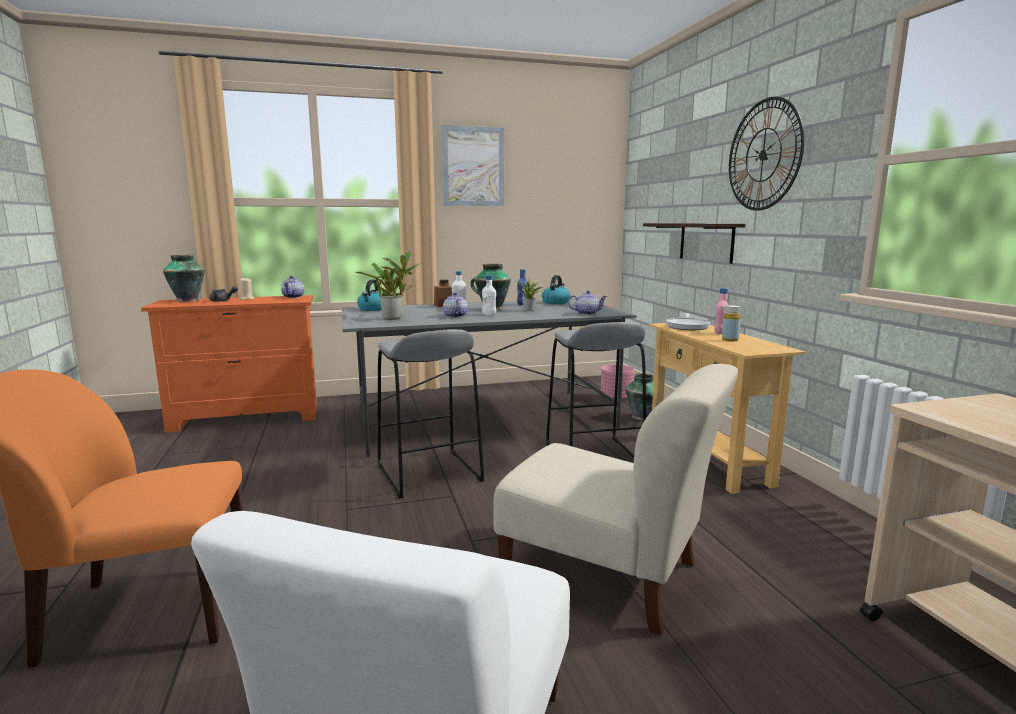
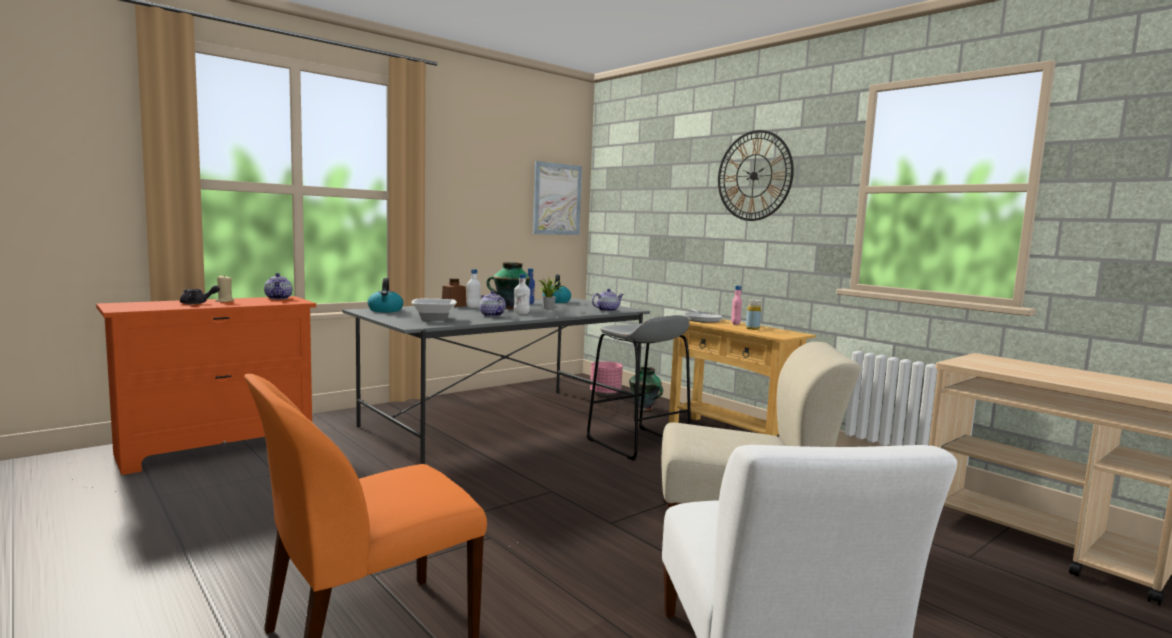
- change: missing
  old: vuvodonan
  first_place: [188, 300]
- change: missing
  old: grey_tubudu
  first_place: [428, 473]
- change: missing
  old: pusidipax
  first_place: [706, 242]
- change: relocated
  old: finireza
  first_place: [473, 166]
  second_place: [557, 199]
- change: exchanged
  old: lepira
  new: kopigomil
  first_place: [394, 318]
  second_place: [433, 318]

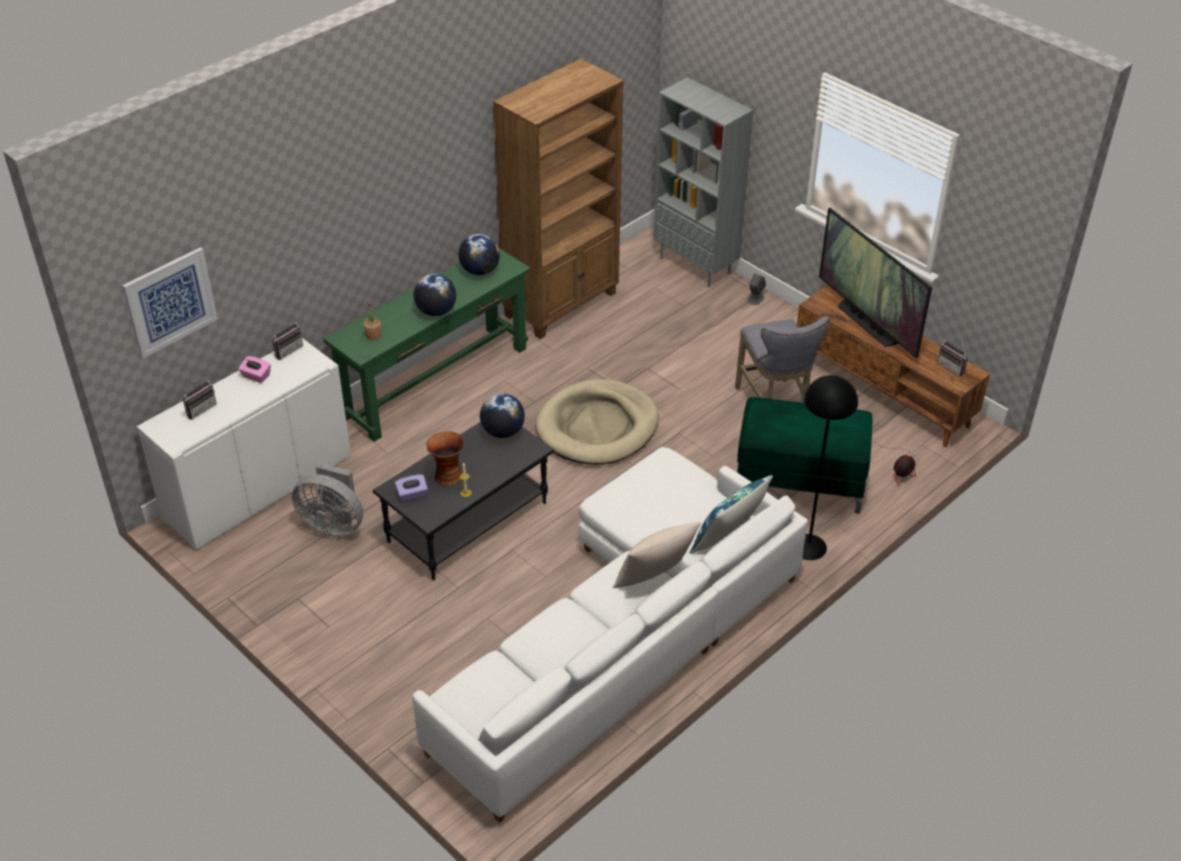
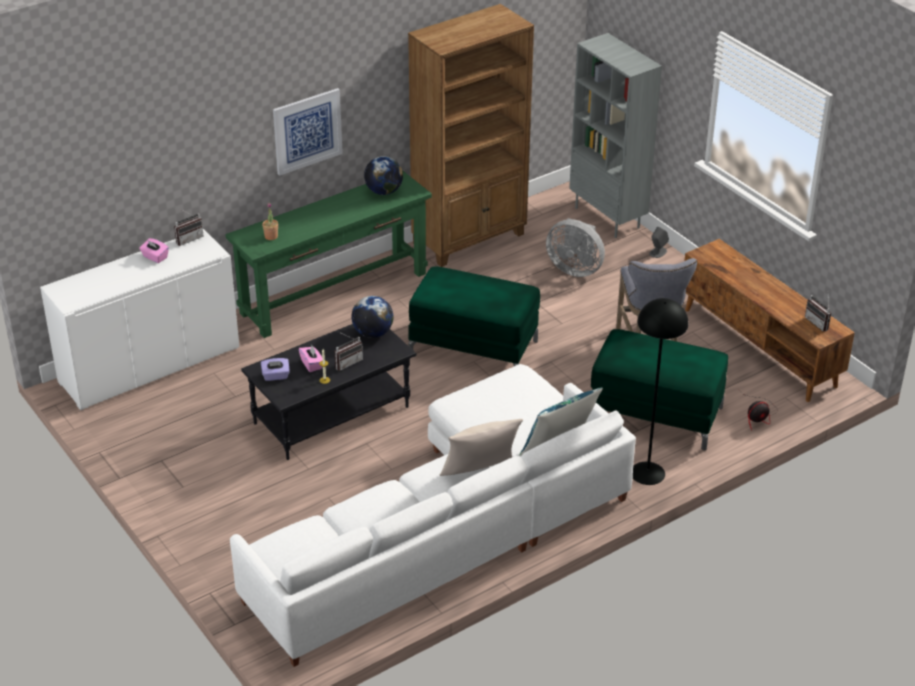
- change: missing
  old: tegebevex
  first_place: [436, 311]
- change: missing
  old: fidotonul
  first_place: [867, 323]
- change: relocated
  old: finireza
  first_place: [170, 302]
  second_place: [307, 131]
- change: relocated
  old: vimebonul
  first_place: [200, 408]
  second_place: [347, 362]
- change: relocated
  old: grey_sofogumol
  first_place: [333, 523]
  second_place: [575, 268]
- change: exchanged
  old: vuvodonan
  new: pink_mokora
  first_place: [447, 476]
  second_place: [312, 364]
- change: exchanged
  old: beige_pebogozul
  new: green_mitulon
  first_place: [597, 427]
  second_place: [474, 348]

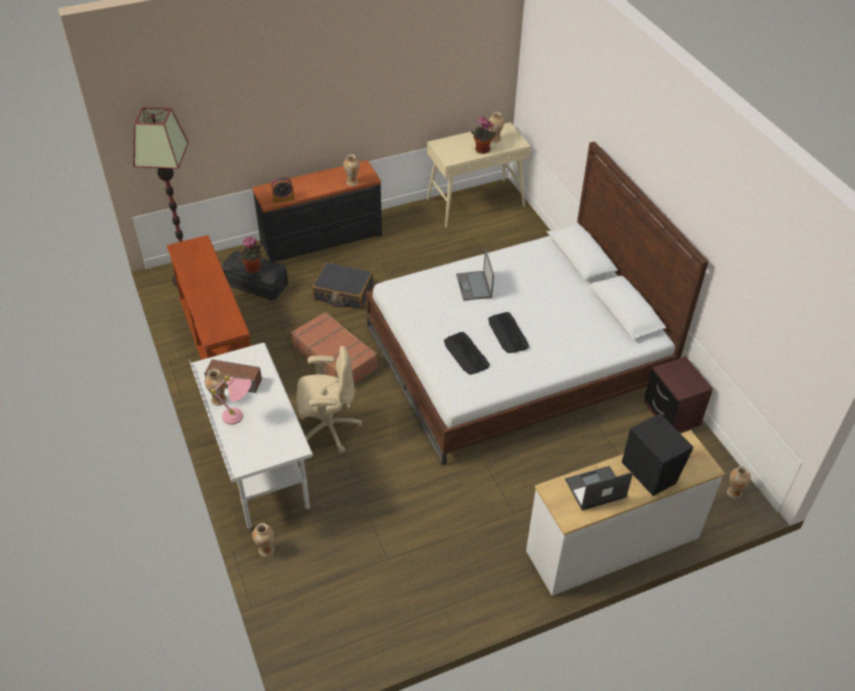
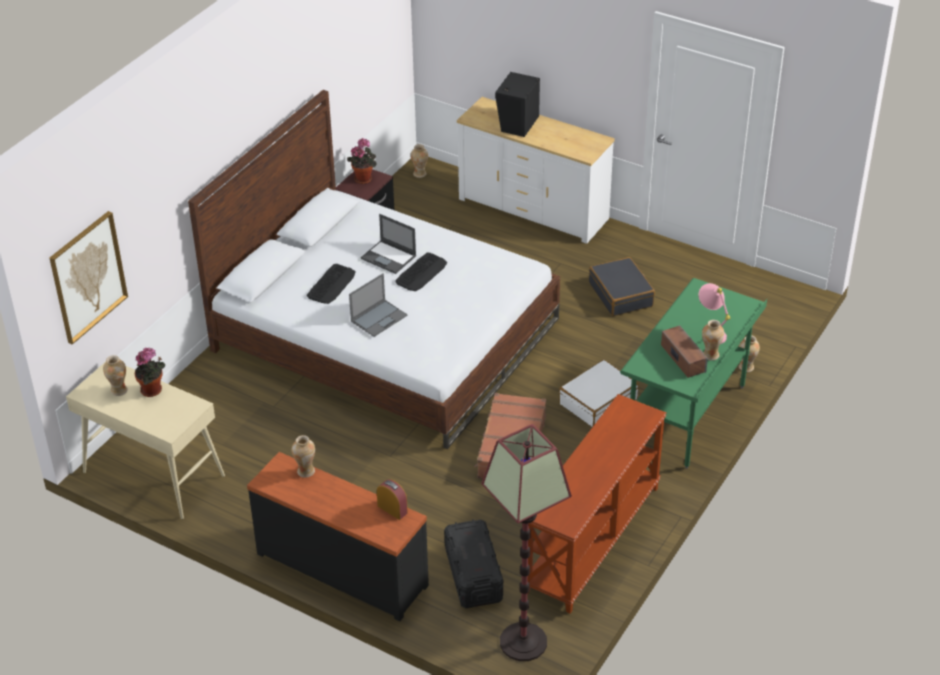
- change: appeared
  new: finireza
  second_place: [88, 277]
- change: relocated
  old: lepira
  first_place: [253, 269]
  second_place: [364, 178]
- change: relocated
  old: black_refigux
  first_place: [343, 292]
  second_place: [621, 294]
- change: relocated
  old: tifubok
  first_place: [466, 354]
  second_place: [331, 284]
- change: relocated
  old: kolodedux
  first_place: [595, 489]
  second_place: [389, 257]
- change: exchanged
  old: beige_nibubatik
  new: white_refigux
  first_place: [328, 429]
  second_place: [598, 402]
- change: colour
  old: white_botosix
  new: green_botosix
  first_place: [260, 471]
  second_place: [687, 416]

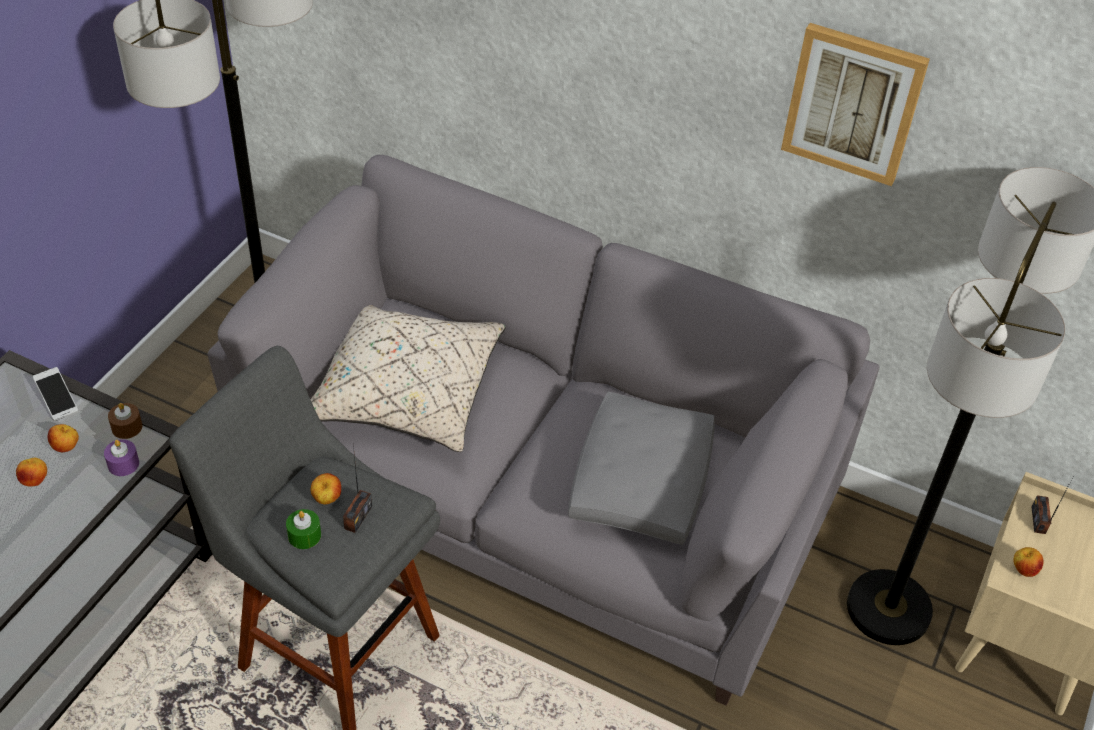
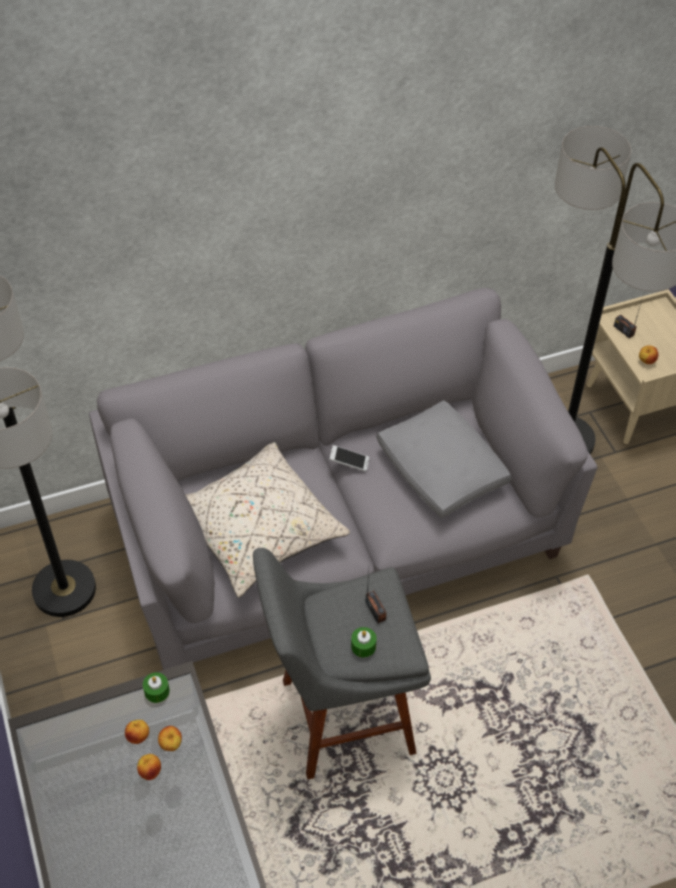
- change: missing
  old: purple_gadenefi
  first_place: [123, 464]
- change: missing
  old: finireza
  first_place: [853, 103]
- change: relocated
  old: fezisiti
  first_place: [57, 399]
  second_place: [349, 462]
- change: relocated
  old: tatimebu
  first_place: [327, 499]
  second_place: [171, 744]
- change: colour
  old: brown_gadenefi
  new: green_gadenefi
  first_place: [127, 427]
  second_place: [157, 691]

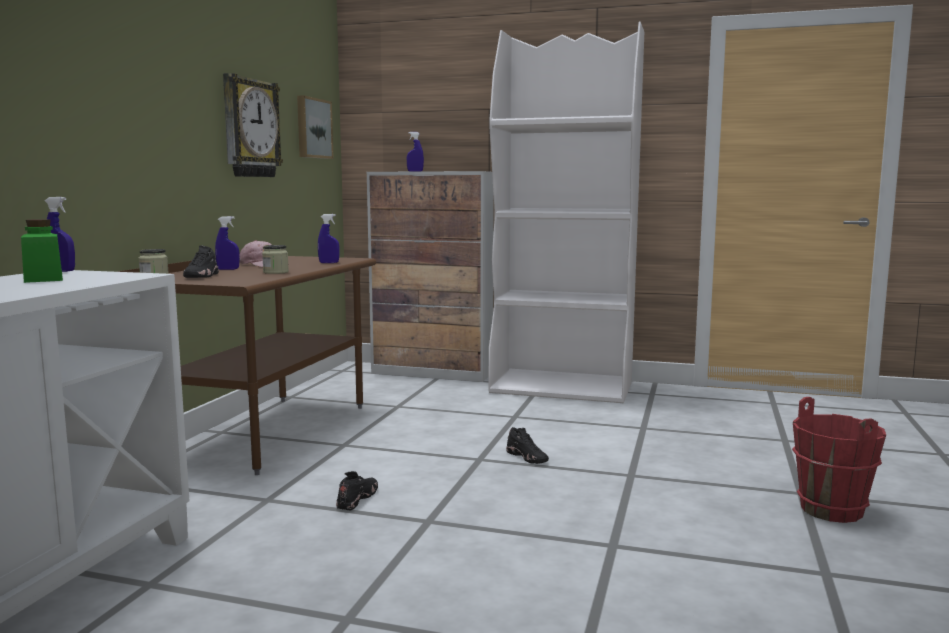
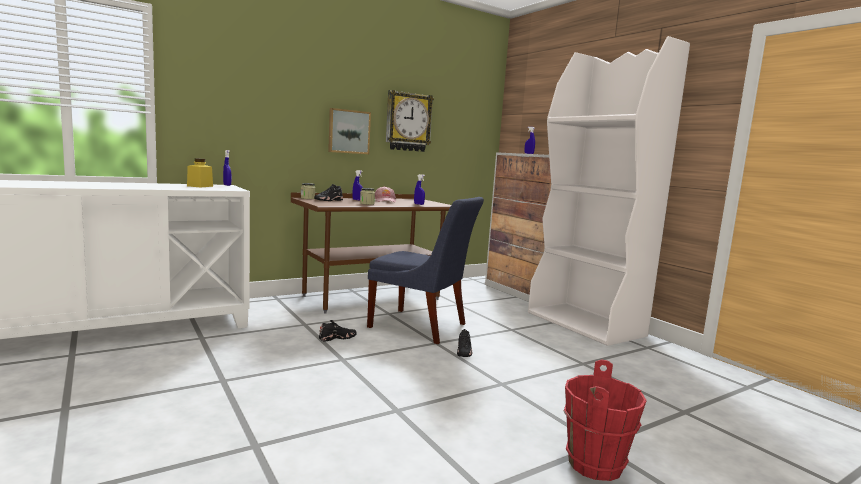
- change: appeared
  new: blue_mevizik
  second_place: [421, 327]
- change: relocated
  old: finireza
  first_place: [312, 128]
  second_place: [348, 131]
- change: colour
  old: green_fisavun
  new: yellow_fisavun
  first_place: [43, 279]
  second_place: [200, 186]

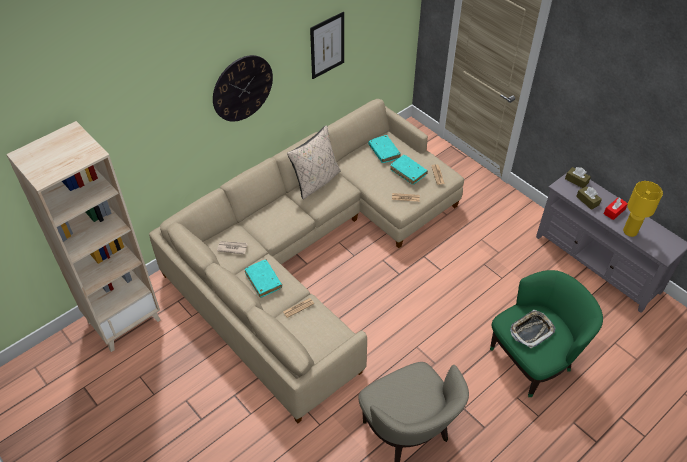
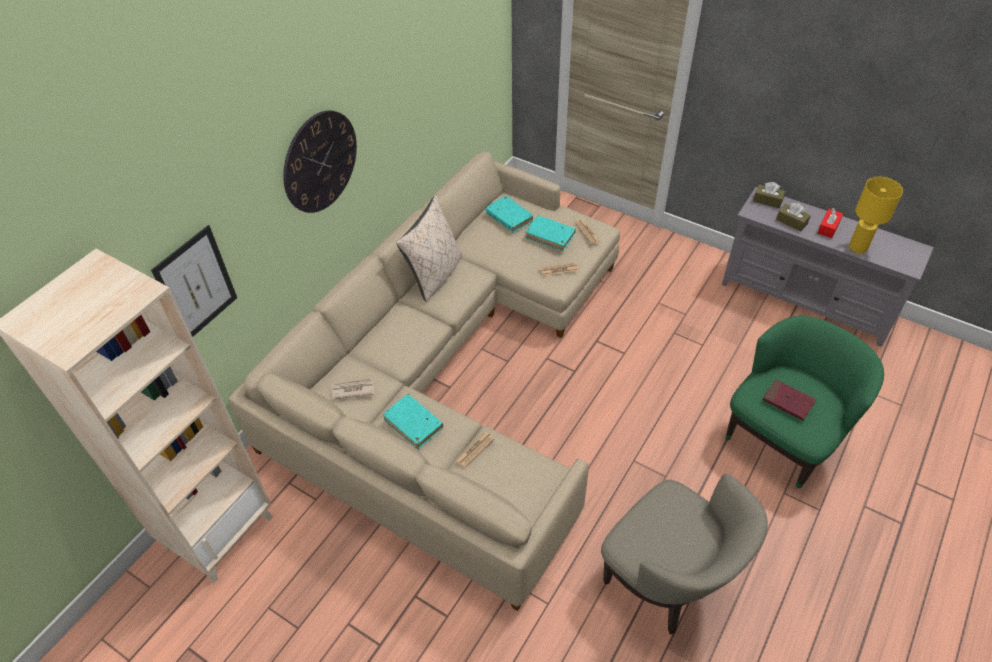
- change: relocated
  old: finireza
  first_place: [327, 45]
  second_place: [196, 284]
- change: exchanged
  old: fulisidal
  new: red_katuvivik
  first_place: [531, 330]
  second_place: [788, 401]

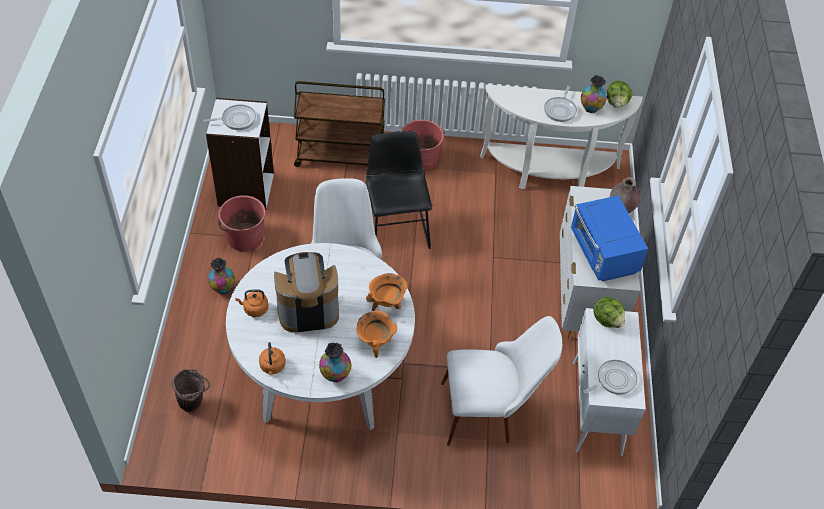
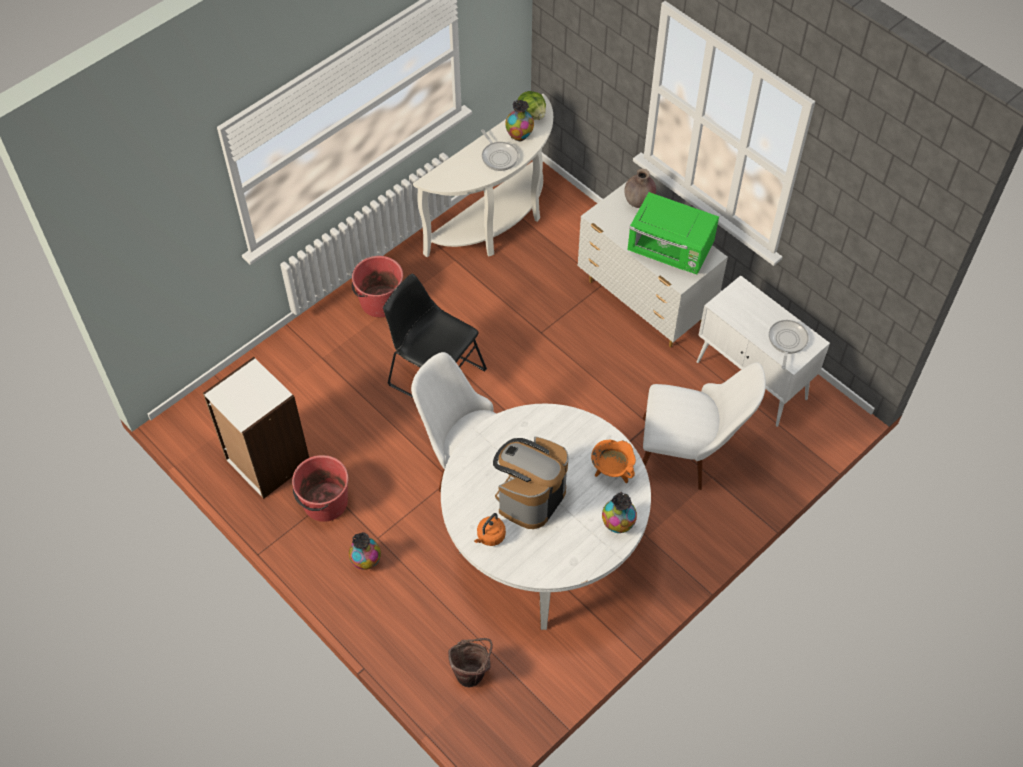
- change: missing
  old: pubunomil
  first_place: [236, 119]
- change: missing
  old: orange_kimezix
  first_place: [272, 367]
- change: missing
  old: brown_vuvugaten
  first_place: [341, 157]
- change: missing
  old: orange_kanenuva
  first_place: [387, 304]
- change: missing
  old: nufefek
  first_place: [607, 320]
- change: colour
  old: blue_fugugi
  new: green_fugugi
  first_place: [603, 254]
  second_place: [670, 251]
- change: spun
  old: white_mevizik
  first_place: [490, 411]
  second_place: [688, 455]
  degrees: 60

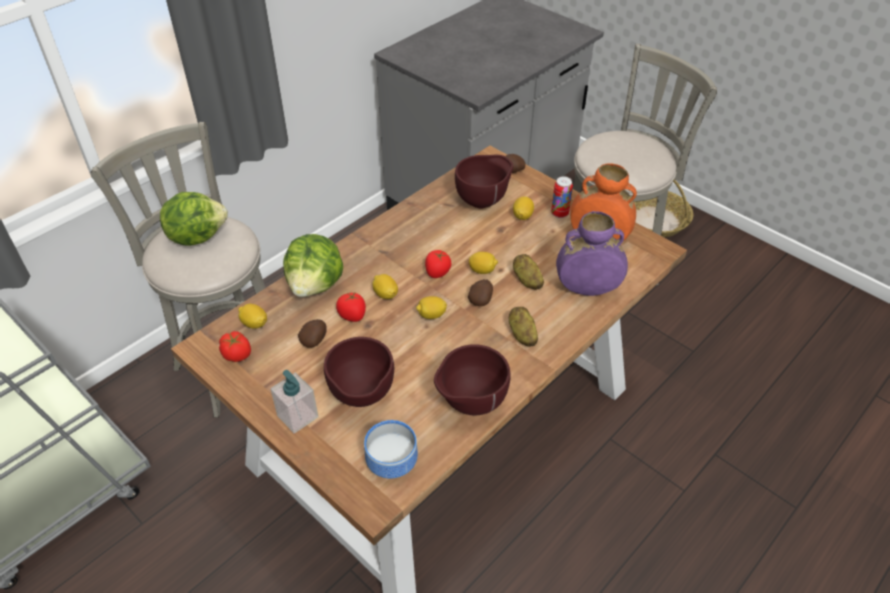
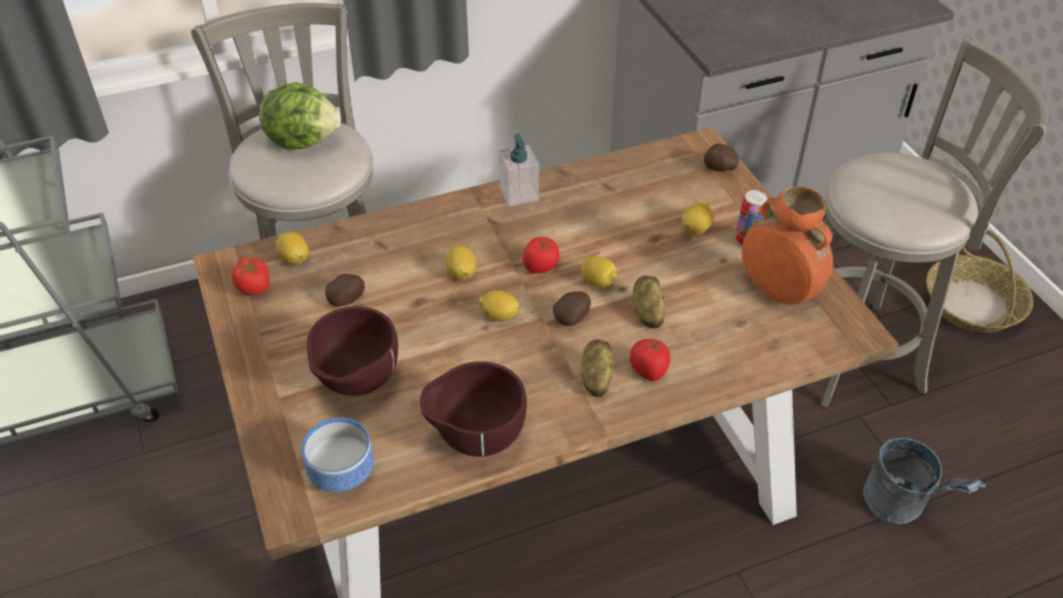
- change: missing
  old: nufefek
  first_place: [316, 285]
- change: missing
  old: brown_kopigomil
  first_place: [483, 201]
- change: missing
  old: purple_vuvodonan
  first_place: [587, 289]
- change: appeared
  new: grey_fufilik
  second_place: [902, 507]
- change: relocated
  old: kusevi
  first_place: [298, 416]
  second_place: [519, 194]
- change: relocated
  old: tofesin
  first_place: [352, 315]
  second_place: [649, 370]

